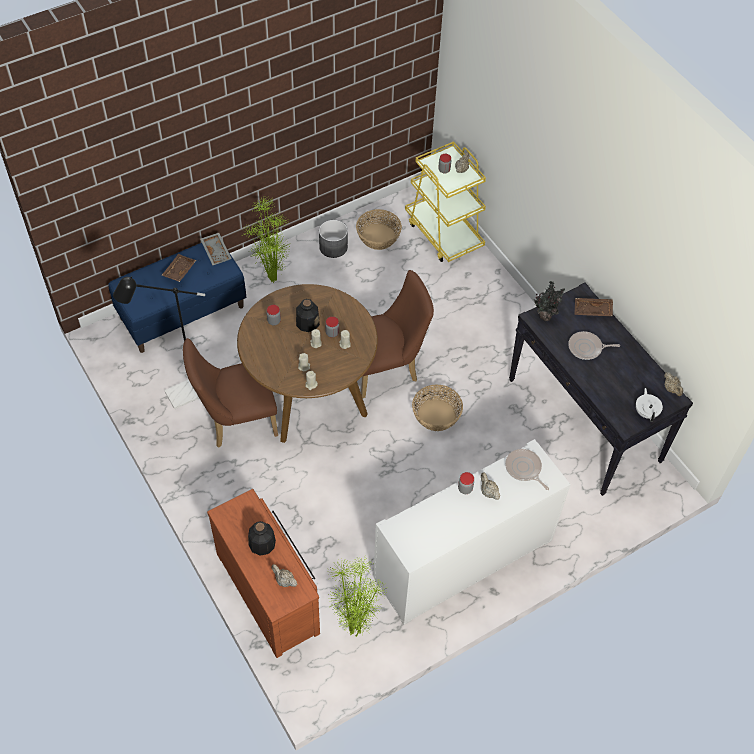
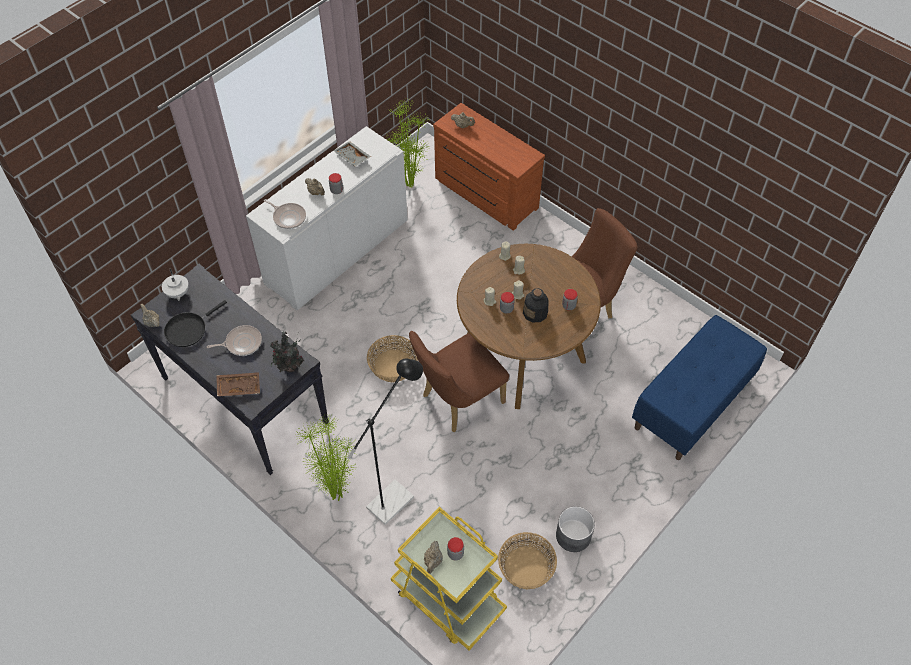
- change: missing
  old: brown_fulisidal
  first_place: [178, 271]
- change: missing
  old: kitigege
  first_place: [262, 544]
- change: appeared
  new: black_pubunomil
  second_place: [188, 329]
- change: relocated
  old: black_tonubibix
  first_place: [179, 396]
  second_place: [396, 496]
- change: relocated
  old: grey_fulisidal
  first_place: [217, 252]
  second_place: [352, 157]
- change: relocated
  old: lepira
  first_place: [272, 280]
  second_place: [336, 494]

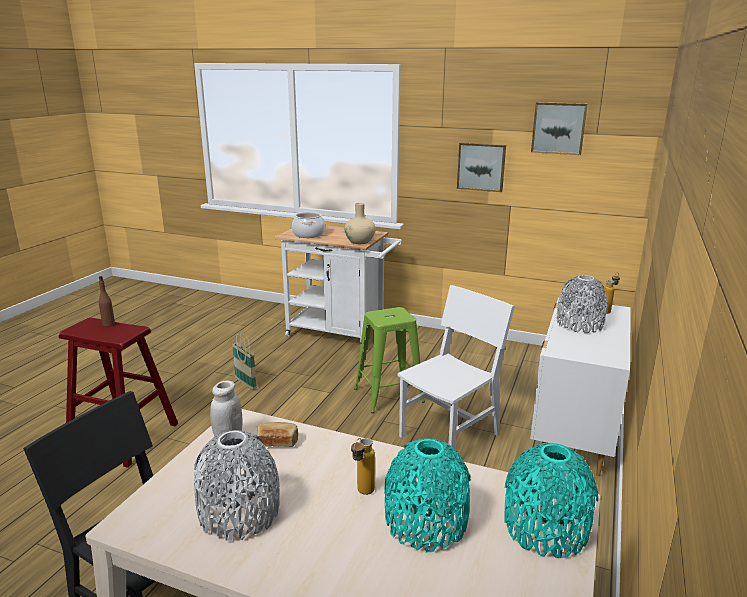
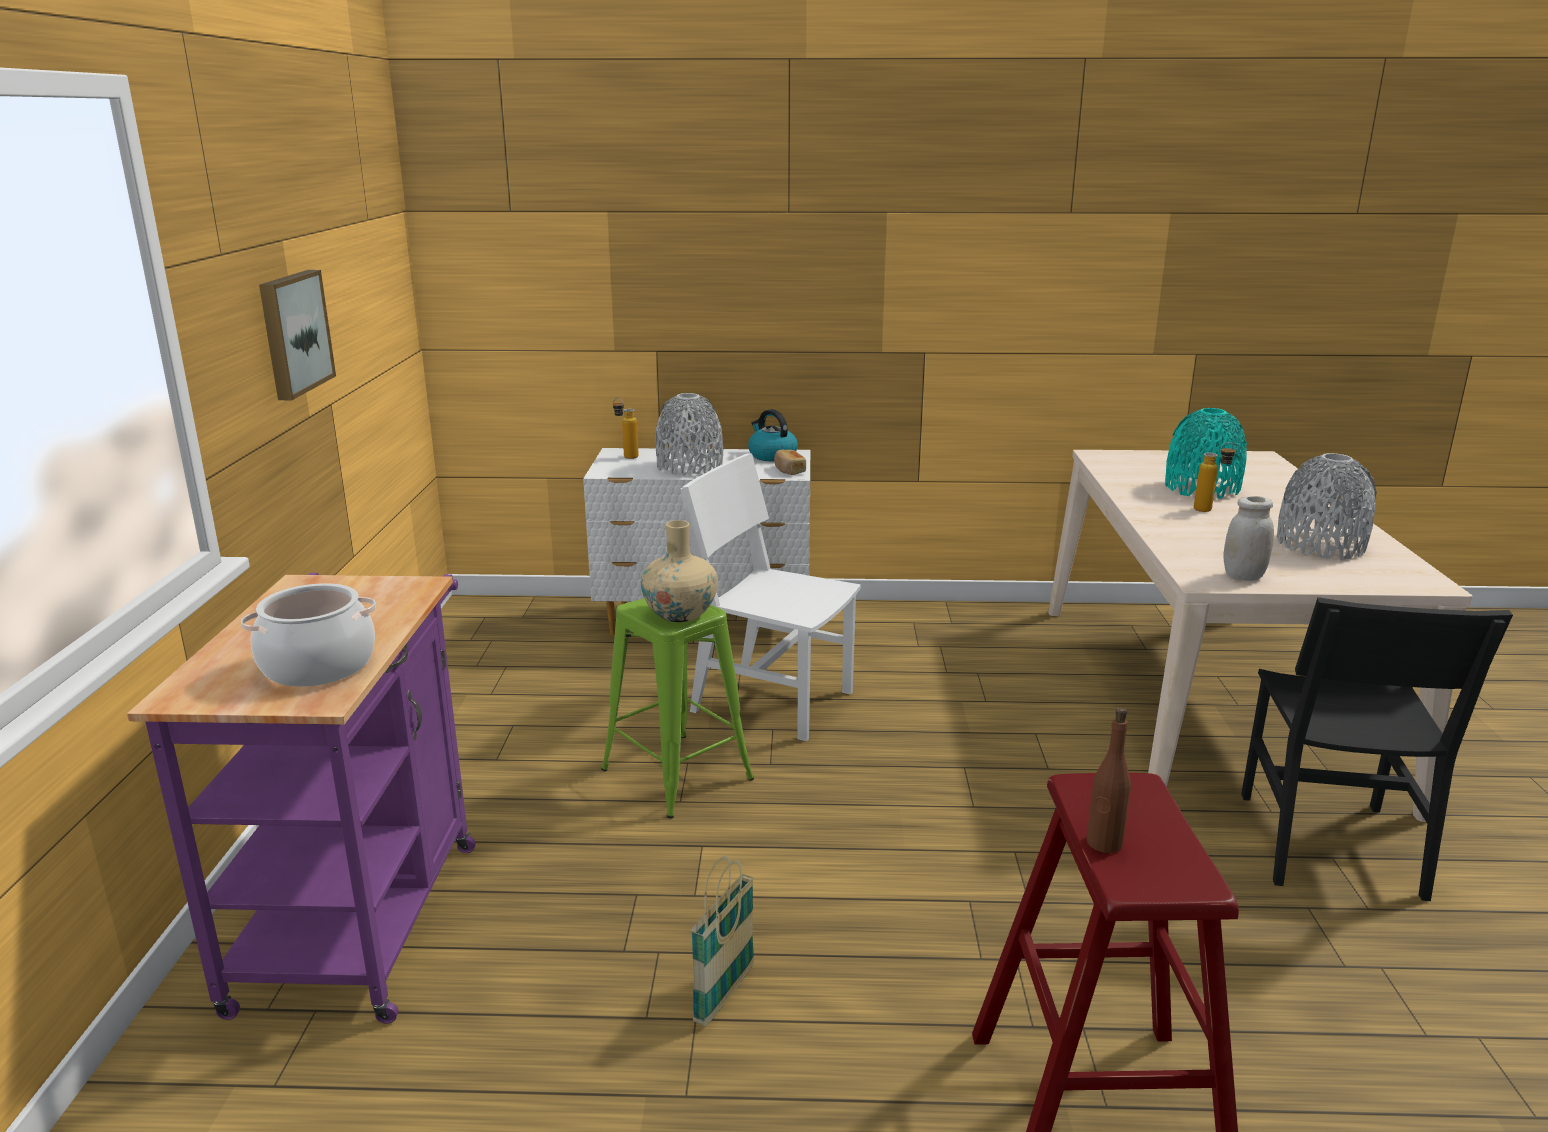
- change: missing
  old: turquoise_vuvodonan
  first_place: [545, 528]
- change: missing
  old: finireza
  first_place: [558, 128]
- change: appeared
  new: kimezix
  second_place: [771, 455]
- change: relocated
  old: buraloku
  first_place: [277, 442]
  second_place: [789, 470]
- change: relocated
  old: beige_vuvodonan
  first_place: [359, 242]
  second_place: [680, 613]
- change: colour
  old: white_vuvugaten
  new: purple_vuvugaten
  first_place: [341, 334]
  second_place: [364, 911]

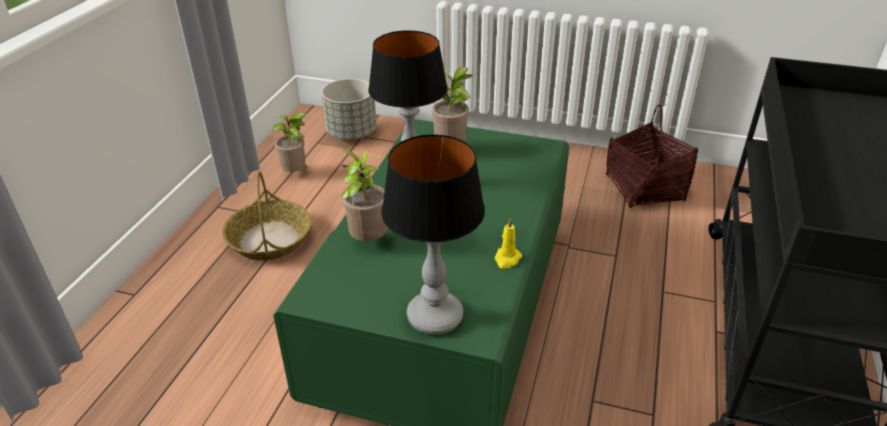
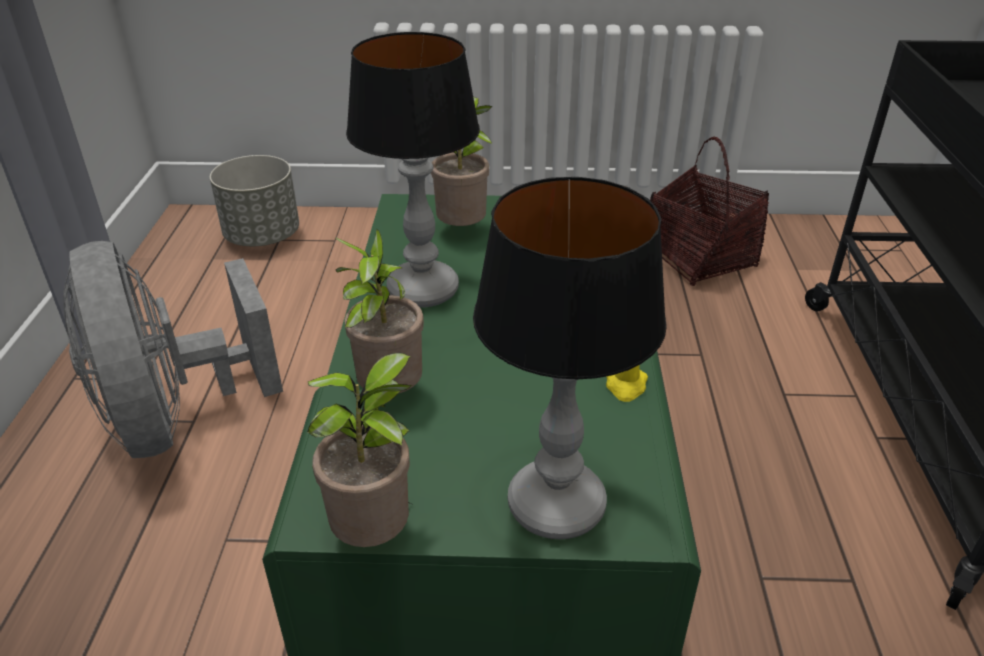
- change: relocated
  old: lepira
  first_place: [296, 173]
  second_place: [377, 535]
- change: exchanged
  old: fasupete
  new: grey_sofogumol
  first_place: [270, 240]
  second_place: [177, 417]

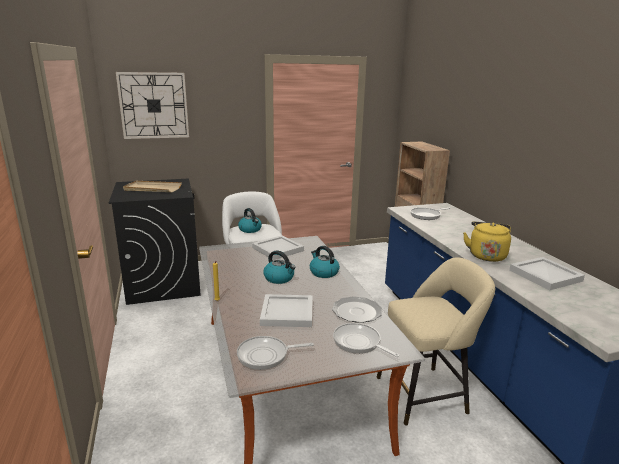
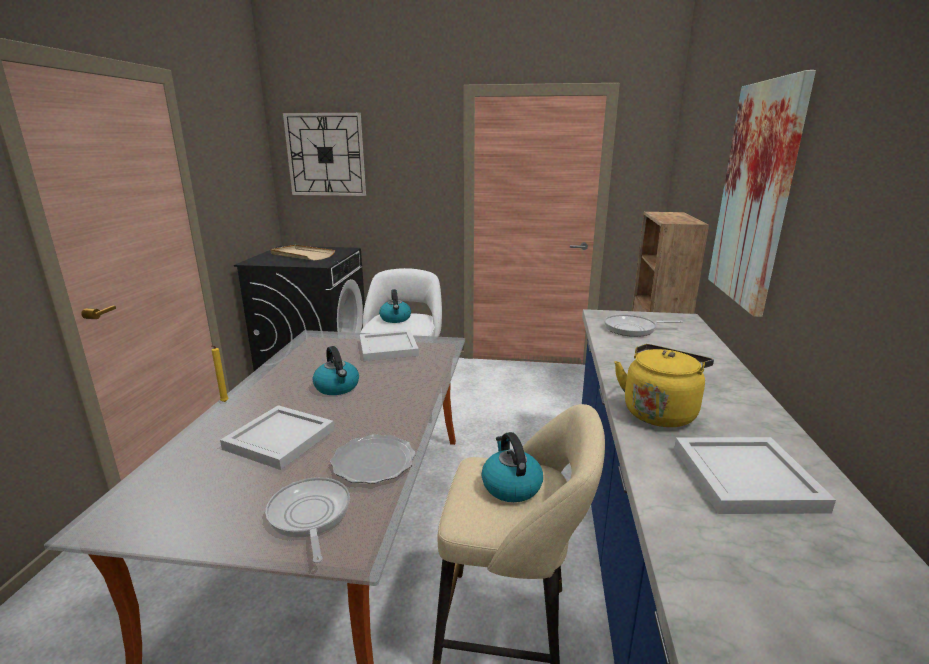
- change: missing
  old: pubunomil
  first_place: [266, 355]
- change: appeared
  new: finireza
  second_place: [755, 195]
- change: relocated
  old: kimezix
  first_place: [323, 272]
  second_place: [510, 486]

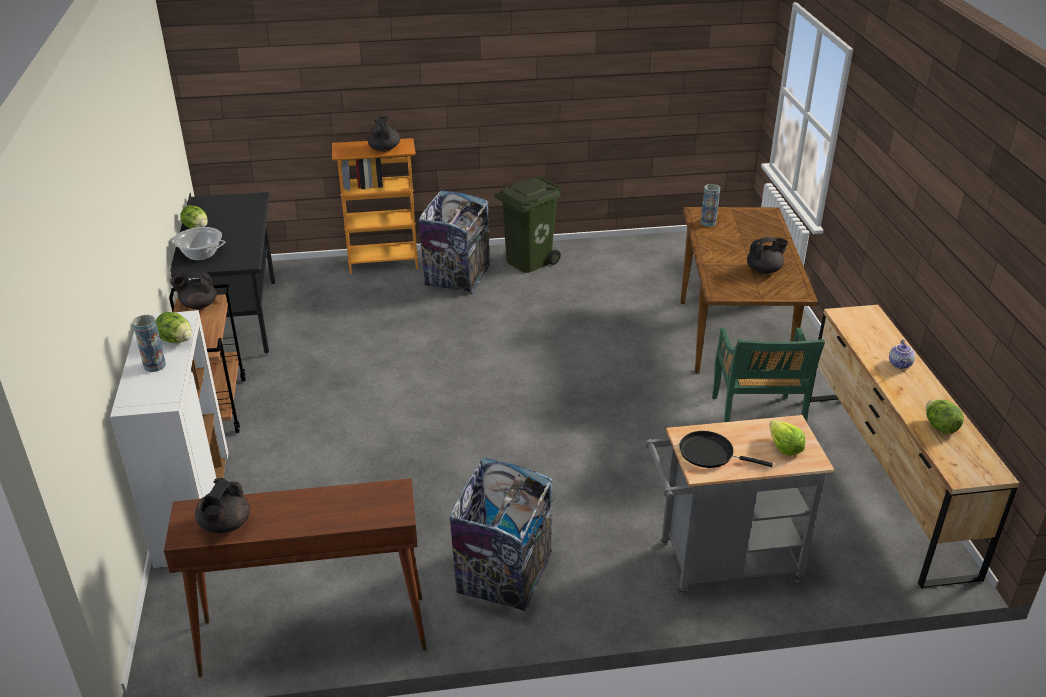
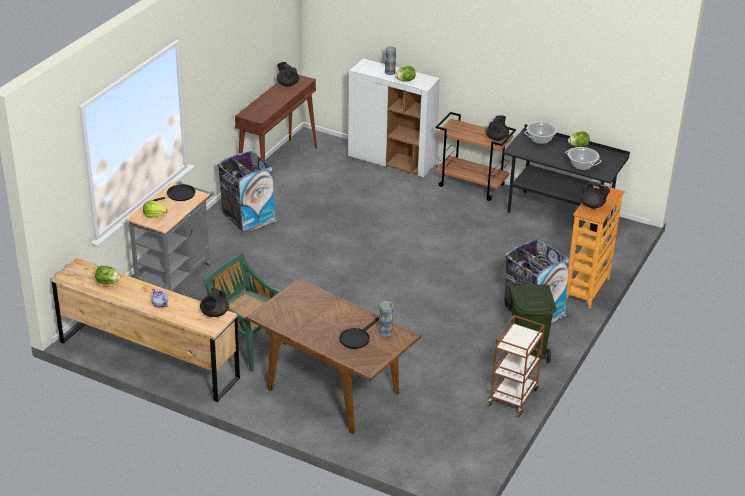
- change: appeared
  new: black_pubunomil
  second_place: [357, 338]
- change: appeared
  new: brown_vuvugaten
  second_place: [513, 396]
- change: appeared
  new: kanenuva
  second_place: [582, 165]
- change: relocated
  old: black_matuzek
  first_place: [764, 270]
  second_place: [214, 314]

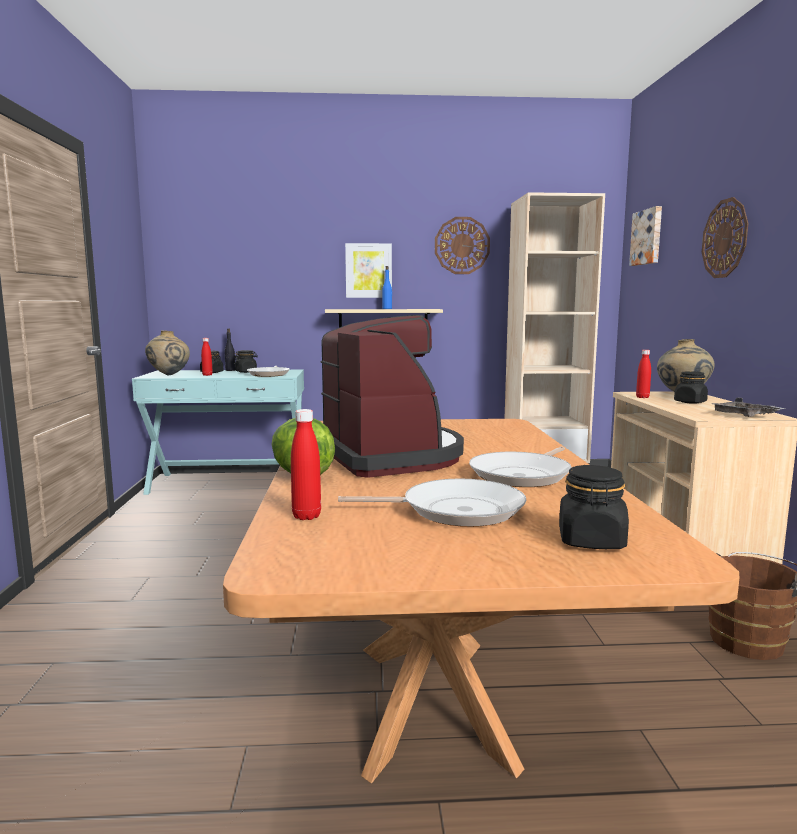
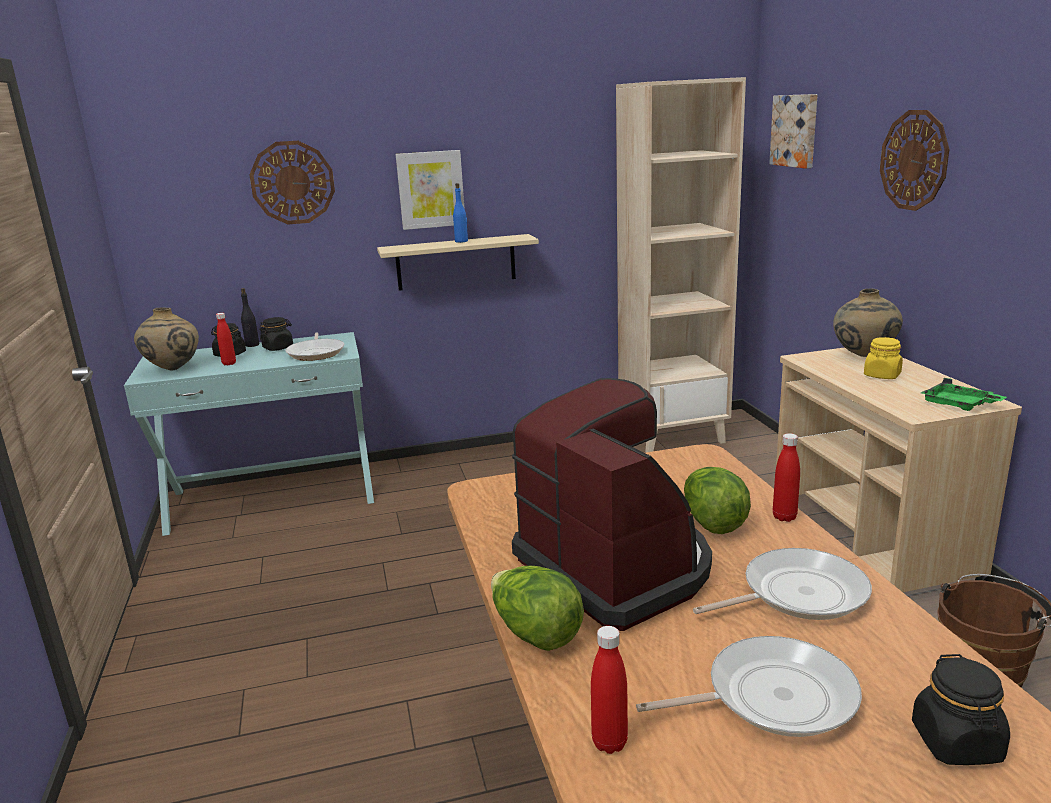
- change: appeared
  new: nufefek
  second_place: [712, 522]
- change: relocated
  old: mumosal
  first_place: [462, 245]
  second_place: [292, 182]
- change: relocated
  old: red_kitigege
  first_place: [642, 397]
  second_place: [784, 517]
- change: colour
  old: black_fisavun
  new: yellow_fisavun
  first_place: [690, 402]
  second_place: [882, 375]
- change: colour
  old: grey_fulisidal
  new: green_fulisidal
  first_place: [744, 416]
  second_place: [958, 405]
- change: spun
  old: pubunomil
  first_place: [523, 475]
  second_place: [797, 594]
  degrees: -135

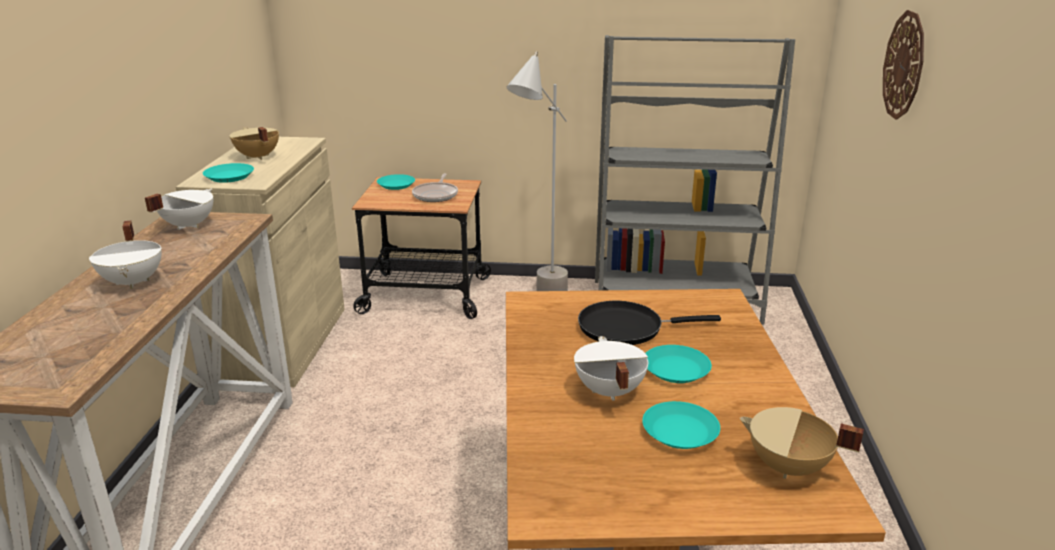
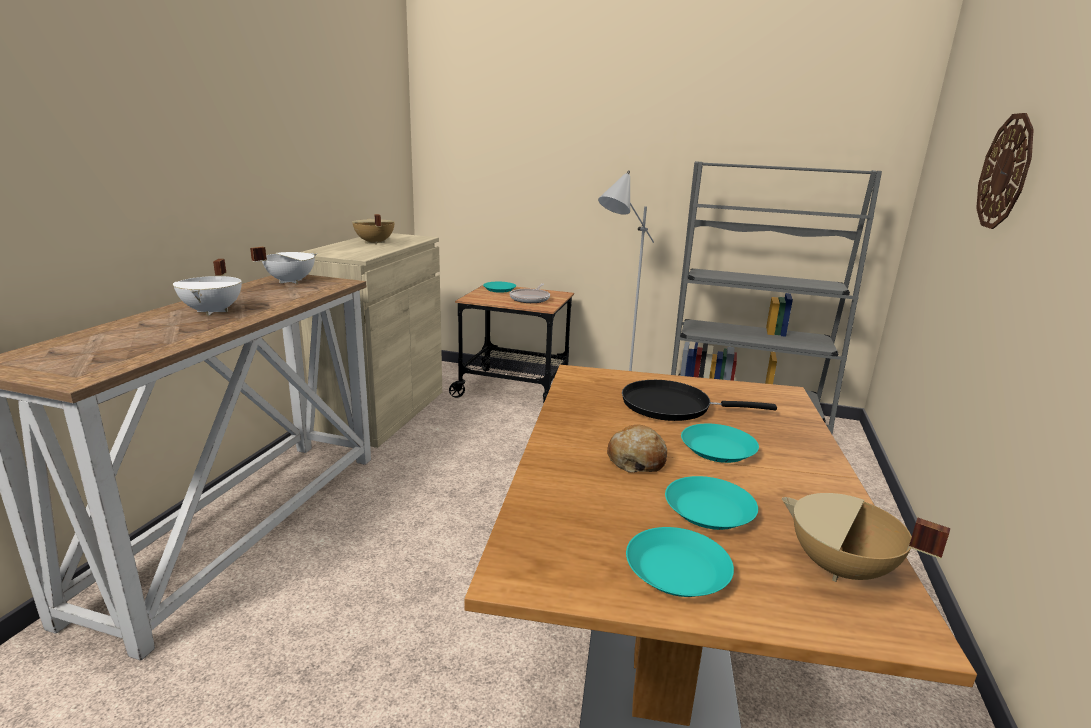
- change: relocated
  old: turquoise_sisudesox
  first_place: [230, 176]
  second_place: [678, 570]
- change: exchanged
  old: white_kanenuva
  new: buraloku
  first_place: [608, 391]
  second_place: [636, 460]

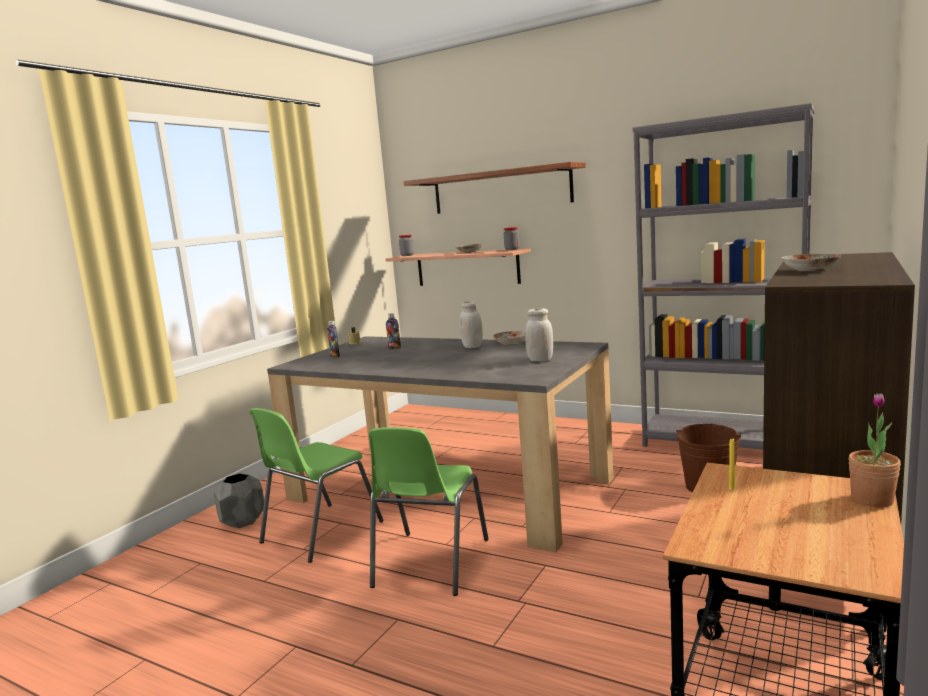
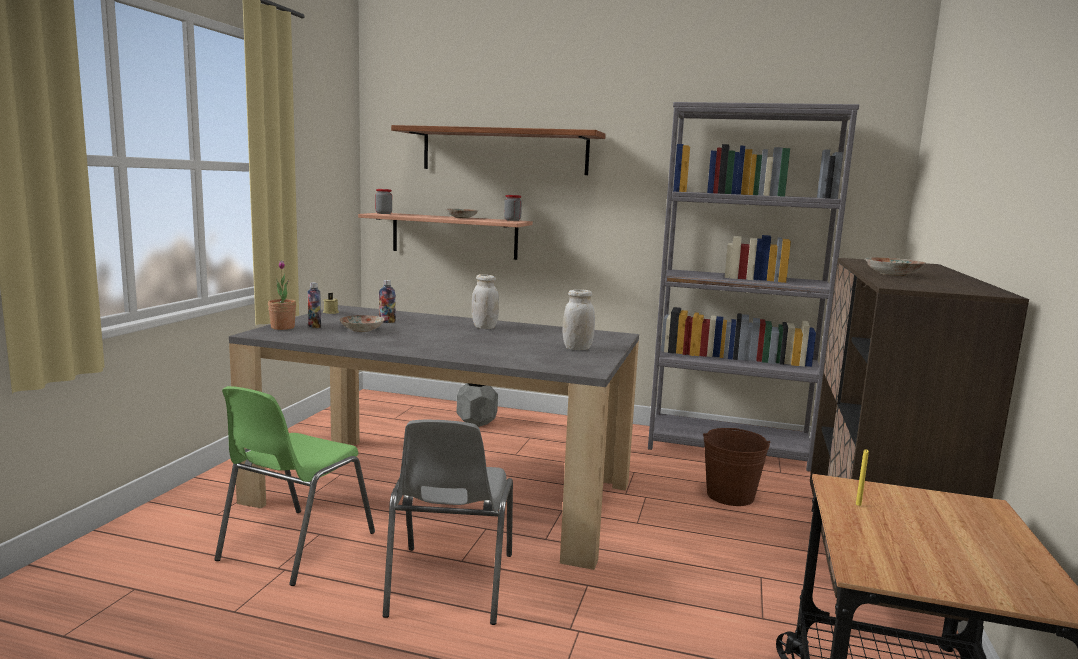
- change: relocated
  old: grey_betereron
  first_place: [243, 521]
  second_place: [476, 422]
- change: relocated
  old: sisudesox
  first_place: [511, 343]
  second_place: [362, 330]
- change: relocated
  old: lepira
  first_place: [872, 499]
  second_place: [282, 327]
- change: colour
  old: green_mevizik
  new: grey_mevizik
  first_place: [429, 564]
  second_place: [449, 585]

